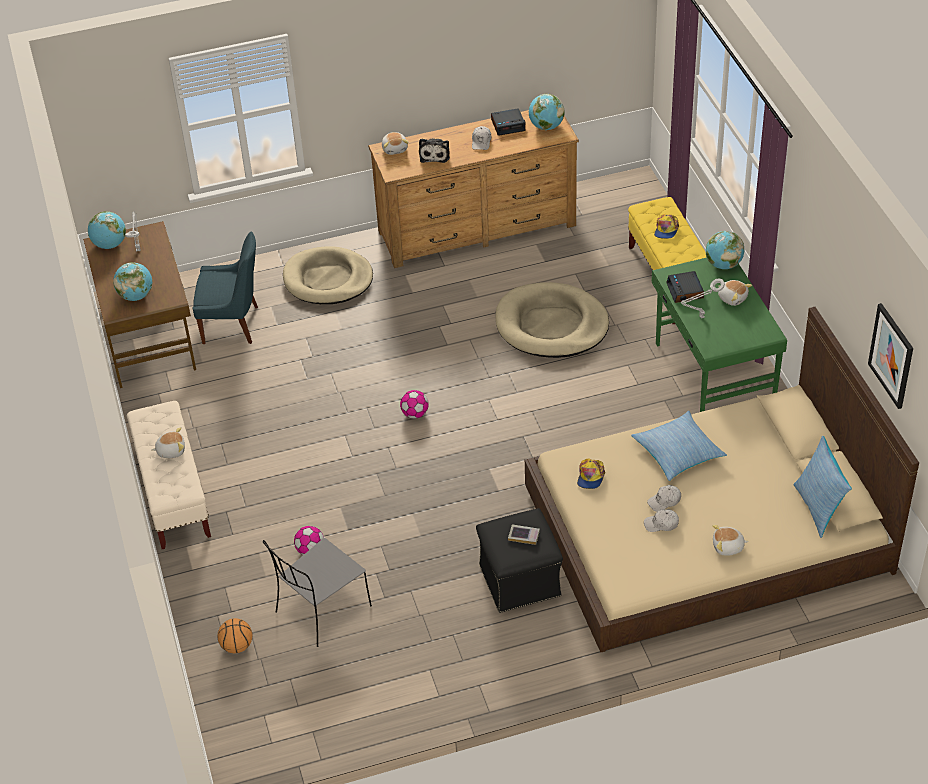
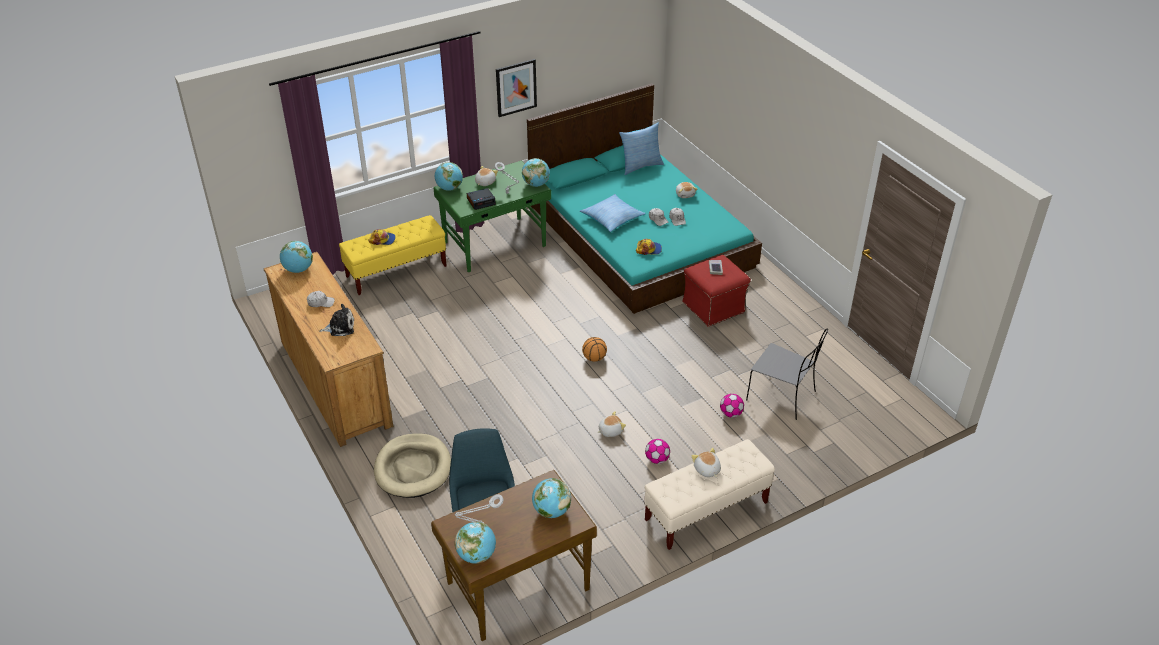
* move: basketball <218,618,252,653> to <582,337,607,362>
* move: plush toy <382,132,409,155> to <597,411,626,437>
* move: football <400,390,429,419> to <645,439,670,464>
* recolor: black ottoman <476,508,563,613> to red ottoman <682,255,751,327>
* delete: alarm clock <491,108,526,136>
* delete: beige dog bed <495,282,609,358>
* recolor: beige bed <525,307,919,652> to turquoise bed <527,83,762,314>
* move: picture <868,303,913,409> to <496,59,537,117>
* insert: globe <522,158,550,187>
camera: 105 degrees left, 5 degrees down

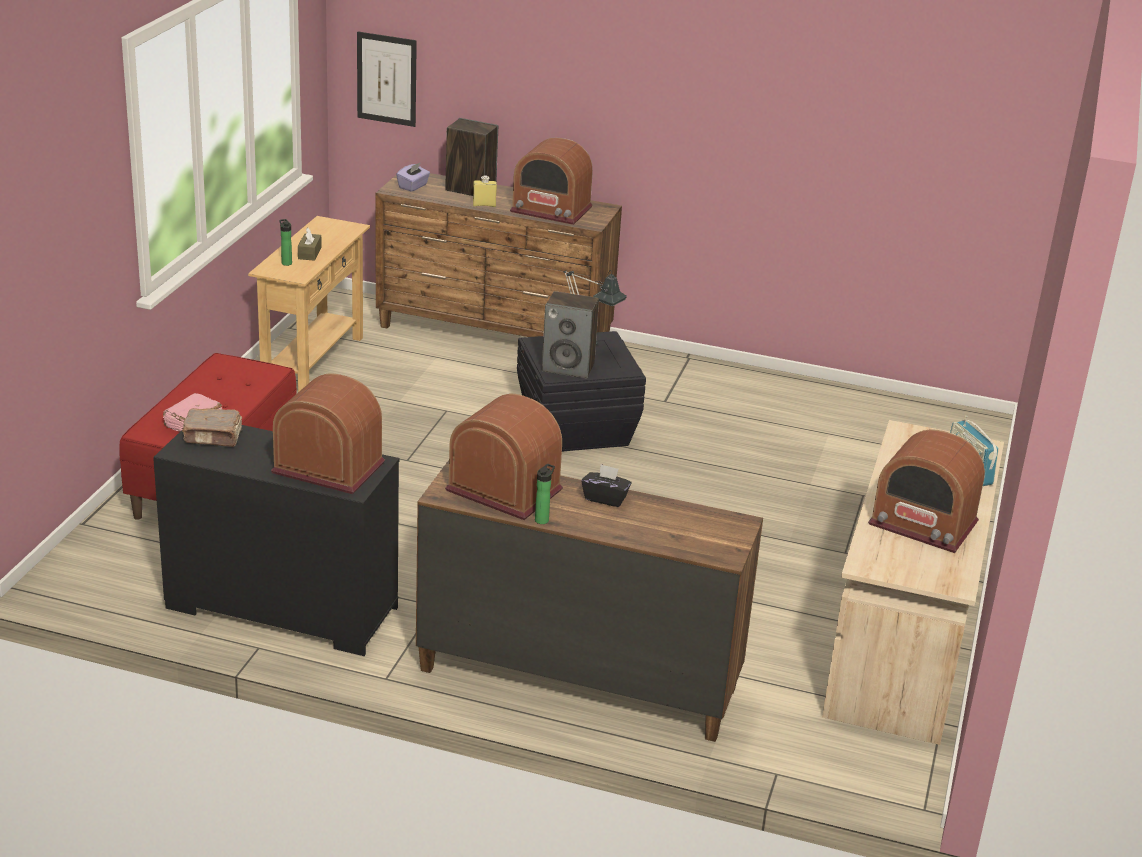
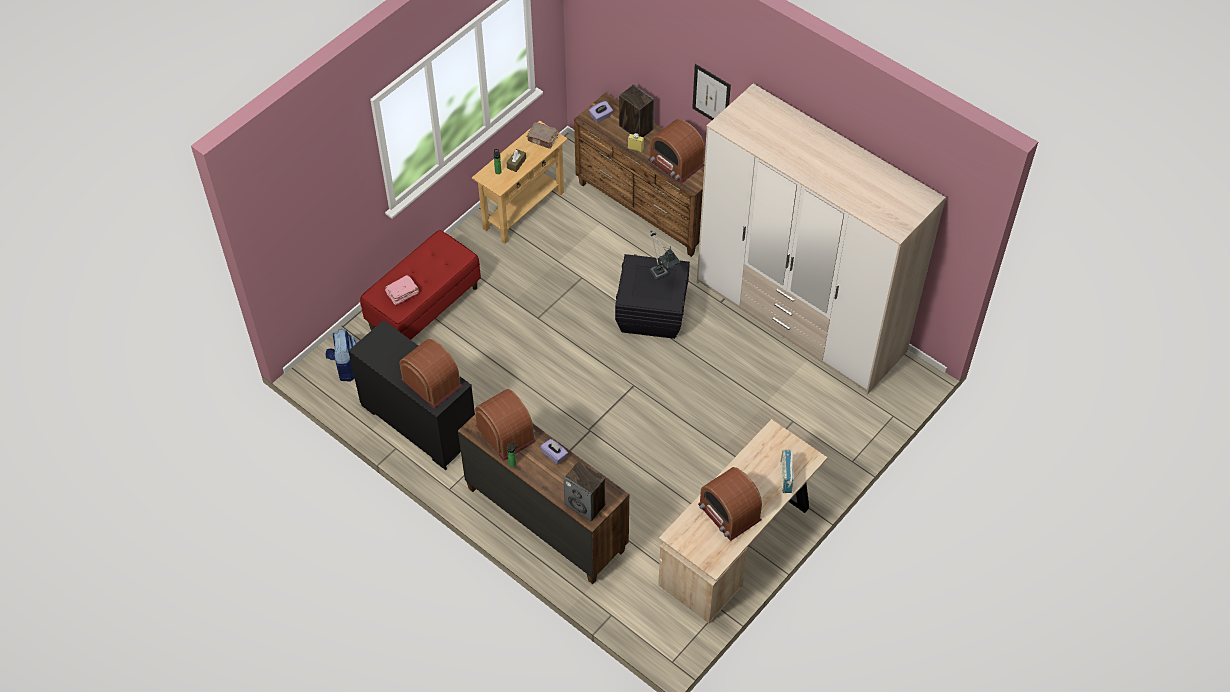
* move: brown book <182,408,242,447> to <526,122,558,149>
* move: picture <357,31,417,127> to <692,64,731,120>
* move: speaker <542,291,599,379> to <564,461,605,522>
* recolor: black tissue box <581,464,632,507> to purple tissue box <540,439,568,464>
* insert: backpack <325,329,357,382>
* insert: wardrobe <697,84,946,395>
camera: 25 degrees right, 25 degrees up

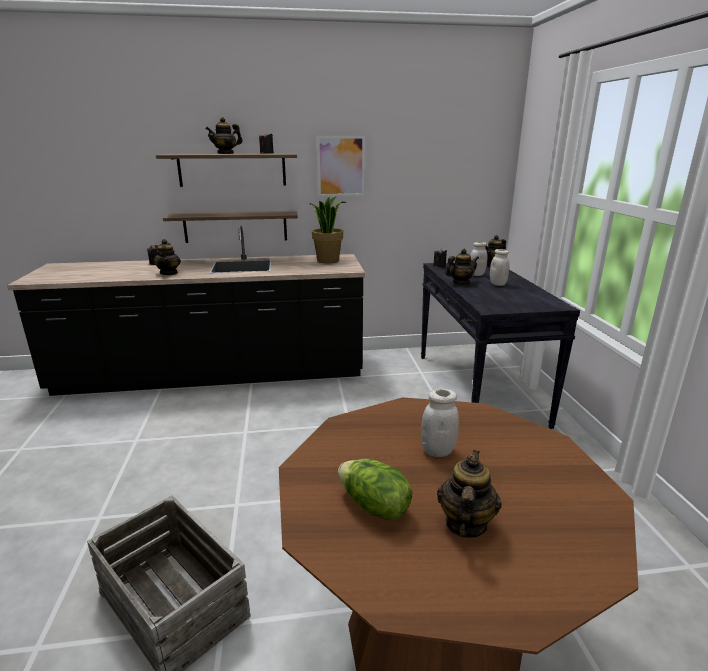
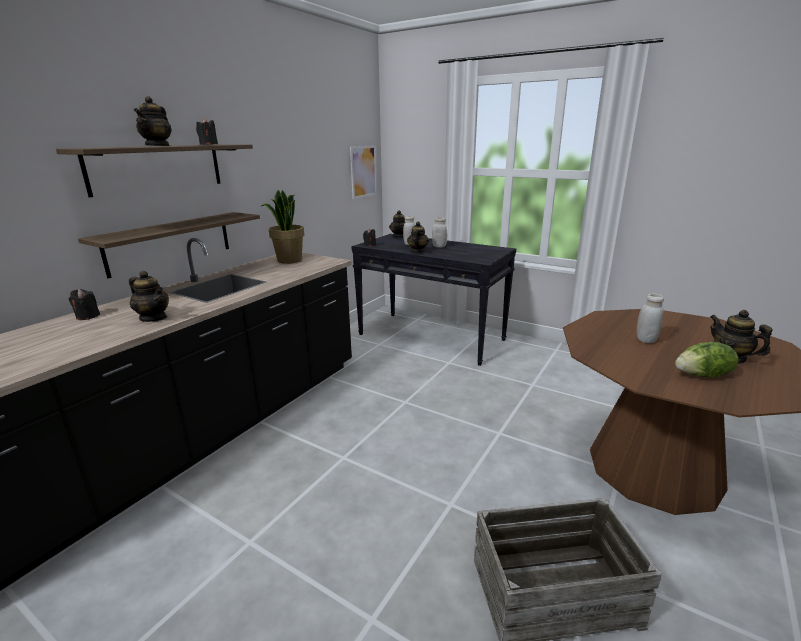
* move: picture <317,136,365,197> to <350,145,377,199>
camera: 50 degrees left, 0 degrees up

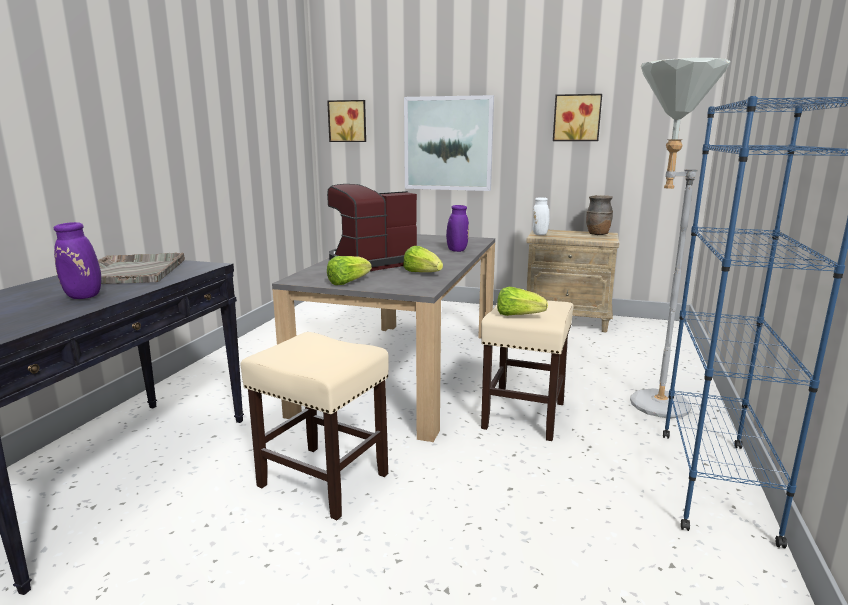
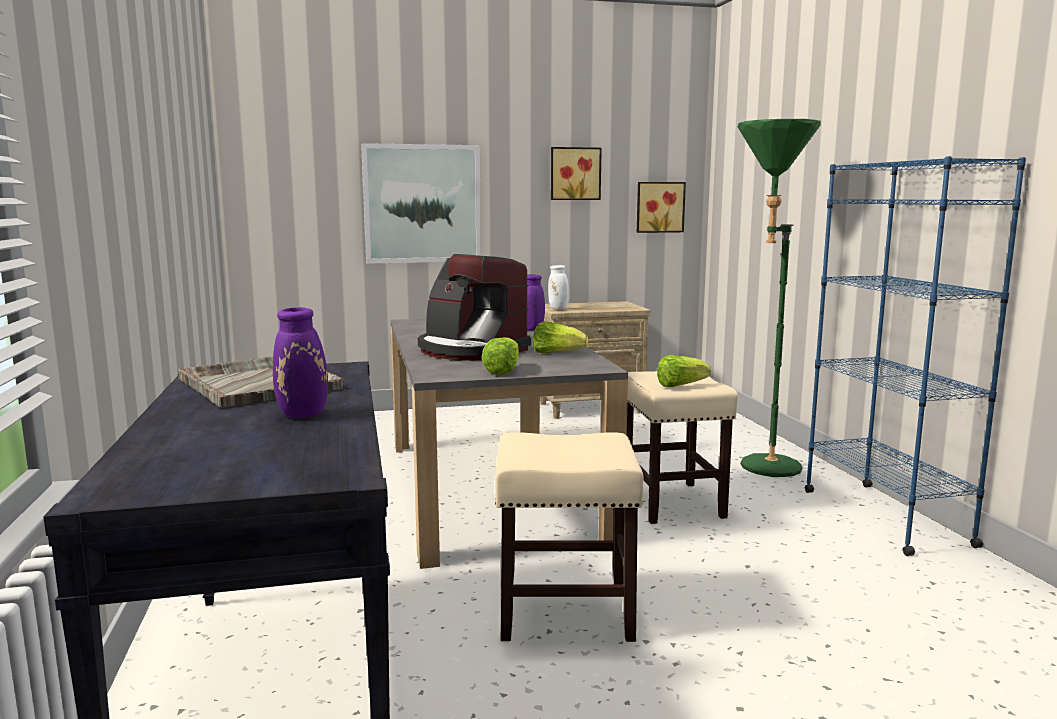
* move: picture <327,100,366,142> to <637,182,686,233>
* rotate: coffee machine <327,184,417,271> = <418,254,531,361> 75 degrees counterclockwise
* delete: brown vase <586,195,613,235>
* recolor: grey floor lamp <630,58,731,418> to green floor lamp <738,119,821,477>
camera: 30 degrees left, 5 degrees down

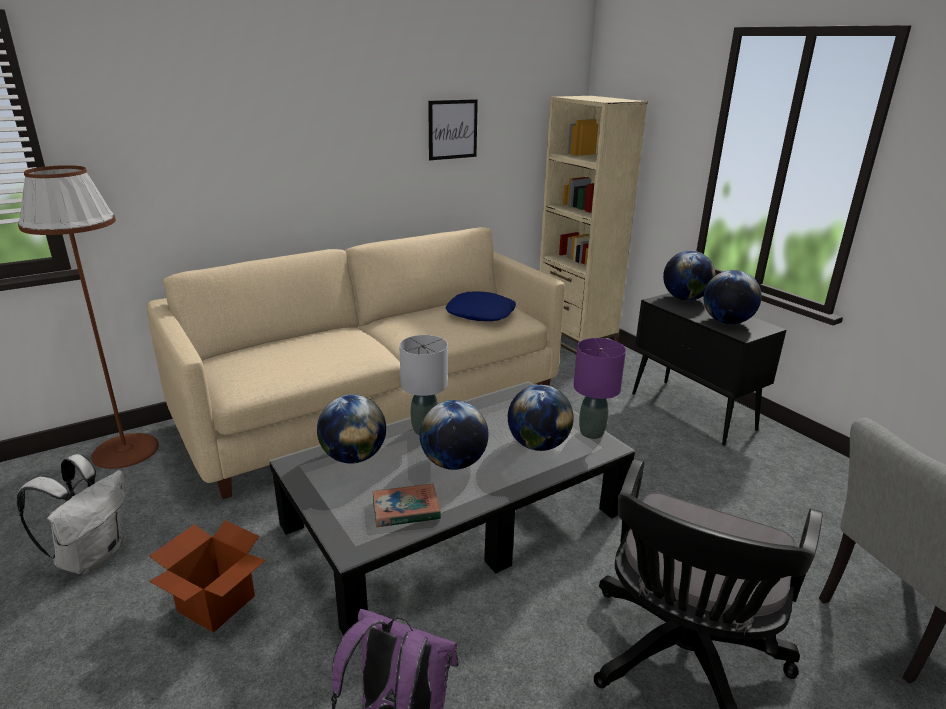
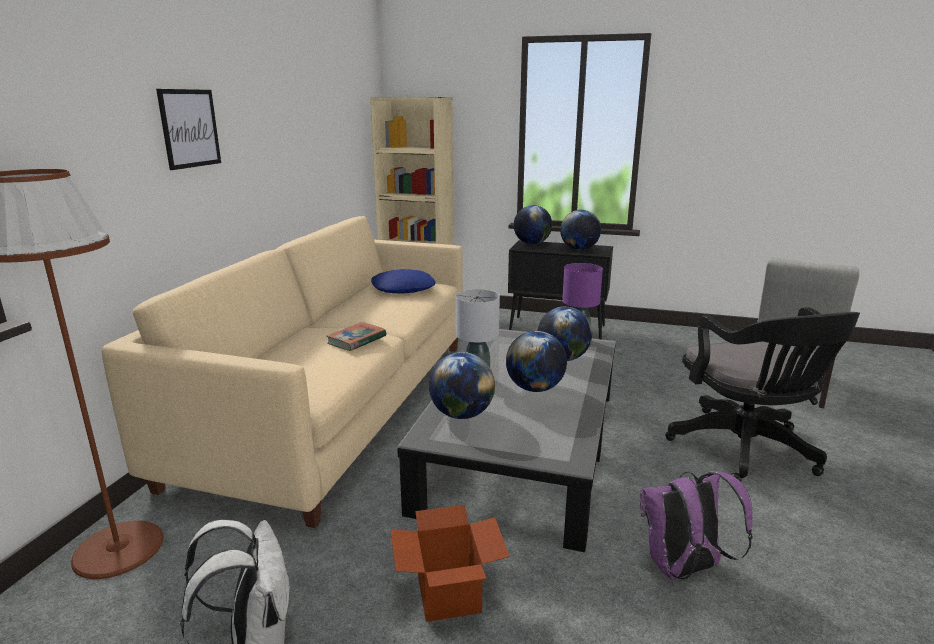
* move: book <373,483,441,527> to <326,322,386,351>
* move: picture <428,99,478,160> to <156,89,221,170>
camera: 40 degrees left, 5 degrees down

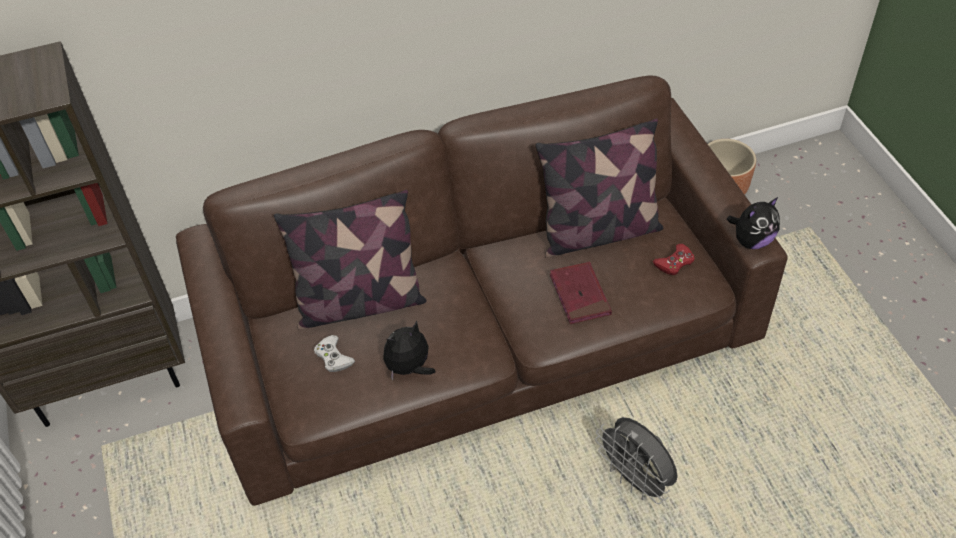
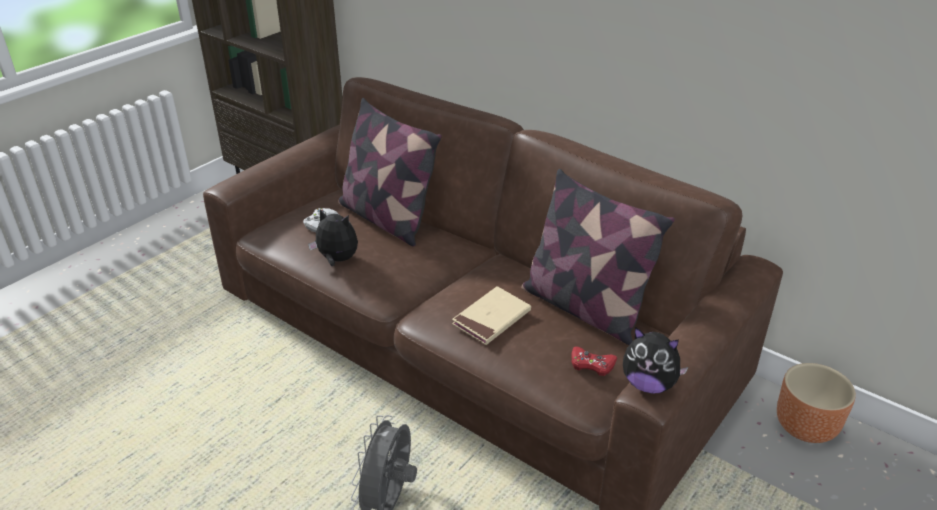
* recolor: red book <550,262,612,324> to beige book <452,286,531,345>
camera: 55 degrees right, 15 degrees down

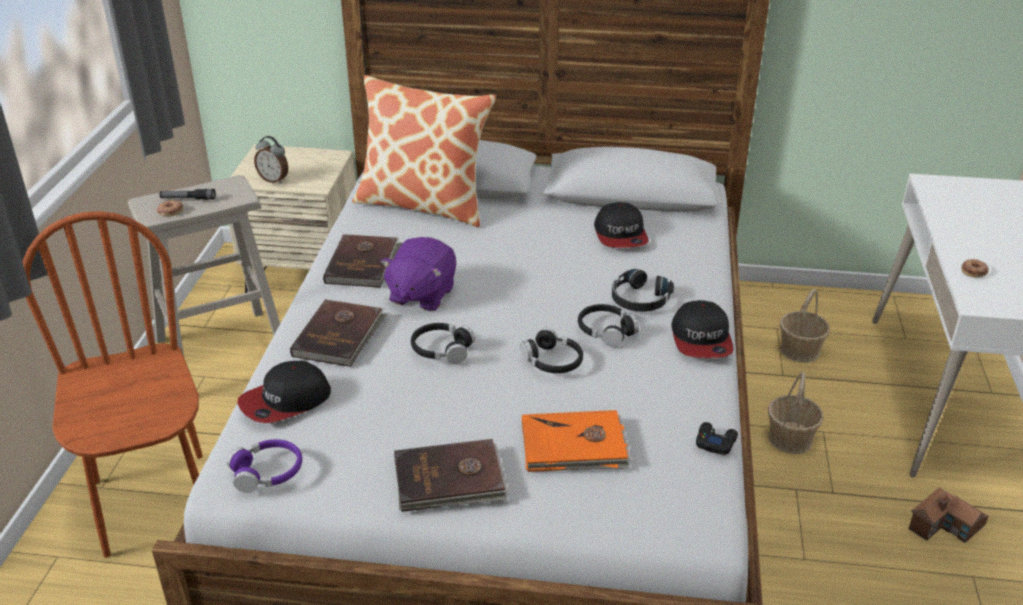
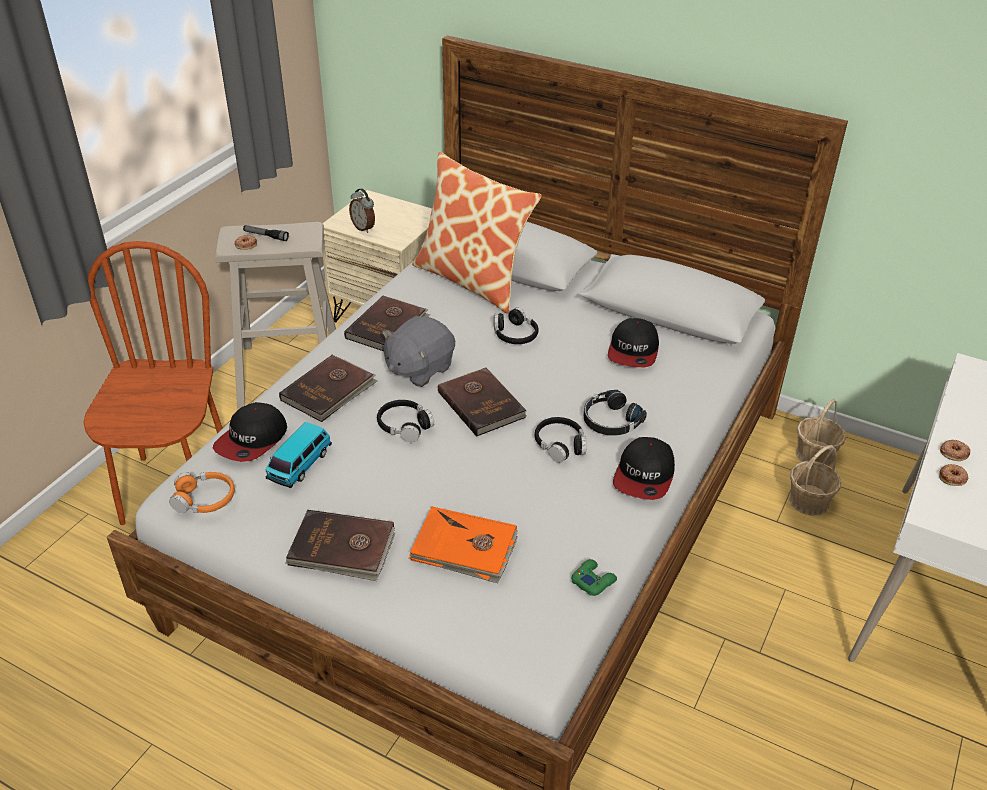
* recolor: purple headphones <227,439,302,493> to orange headphones <169,472,235,513>
* rotate: cap <237,361,331,423> = <213,402,287,462> 45 degrees counterclockwise
* recolor: purple plush toy <380,237,457,311> to grey plush toy <382,316,455,387>
* move: black headphones <520,328,583,373> to <494,307,539,344>
* recolor: black game controller <696,422,738,455> to green game controller <572,559,617,596>
* move: basket <768,372,824,454> to <796,399,846,466>
* delete: toy house <909,487,988,543>
* insert: toy car <265,422,332,488>
* insert: brown book <438,367,527,437>
* insert: donut <940,440,970,461>
camera: 20 degrees right, 5 degrees up

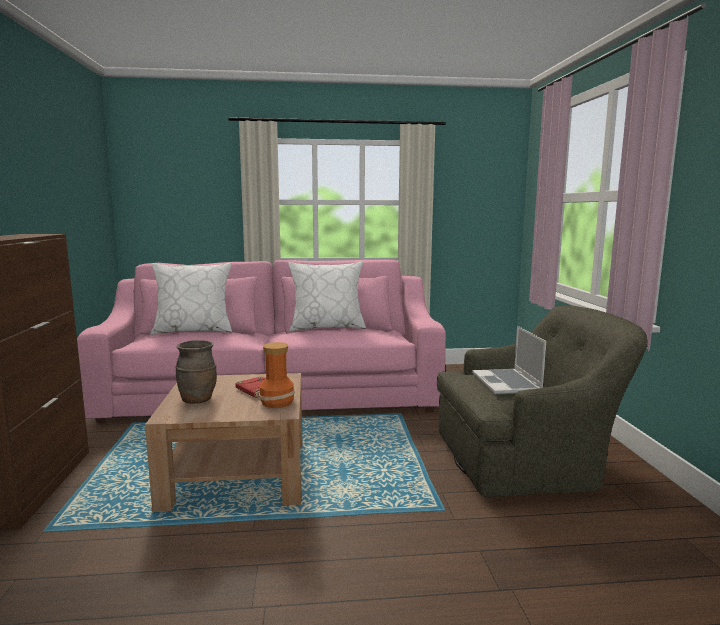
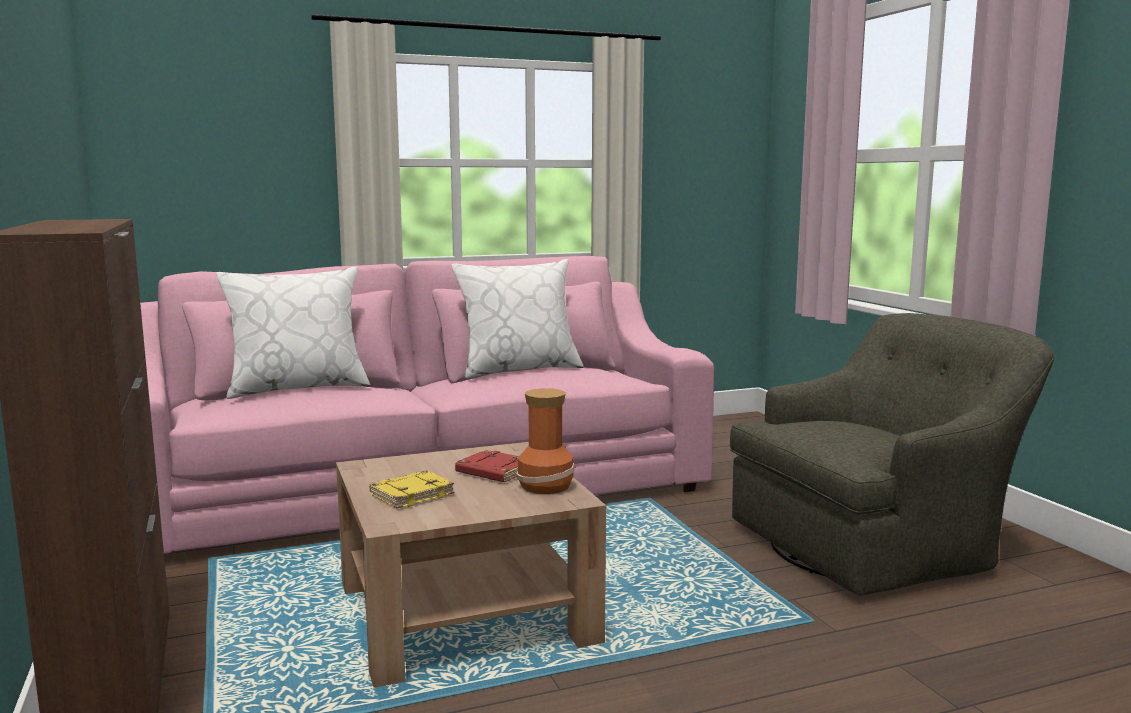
* replace: brown vase <175,340,217,404> to yellow book <369,471,454,508>
* delete: laptop <472,326,546,395>
camera: 15 degrees left, 0 degrees up

